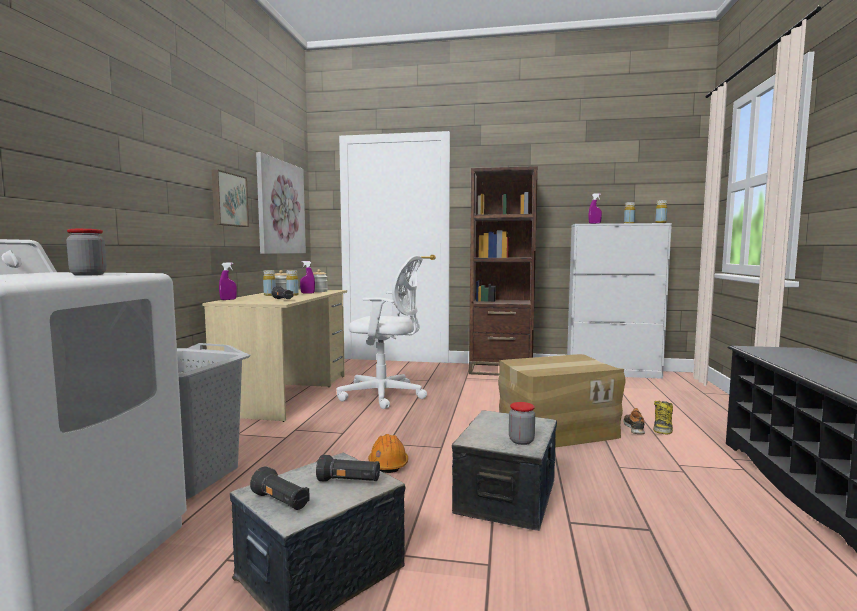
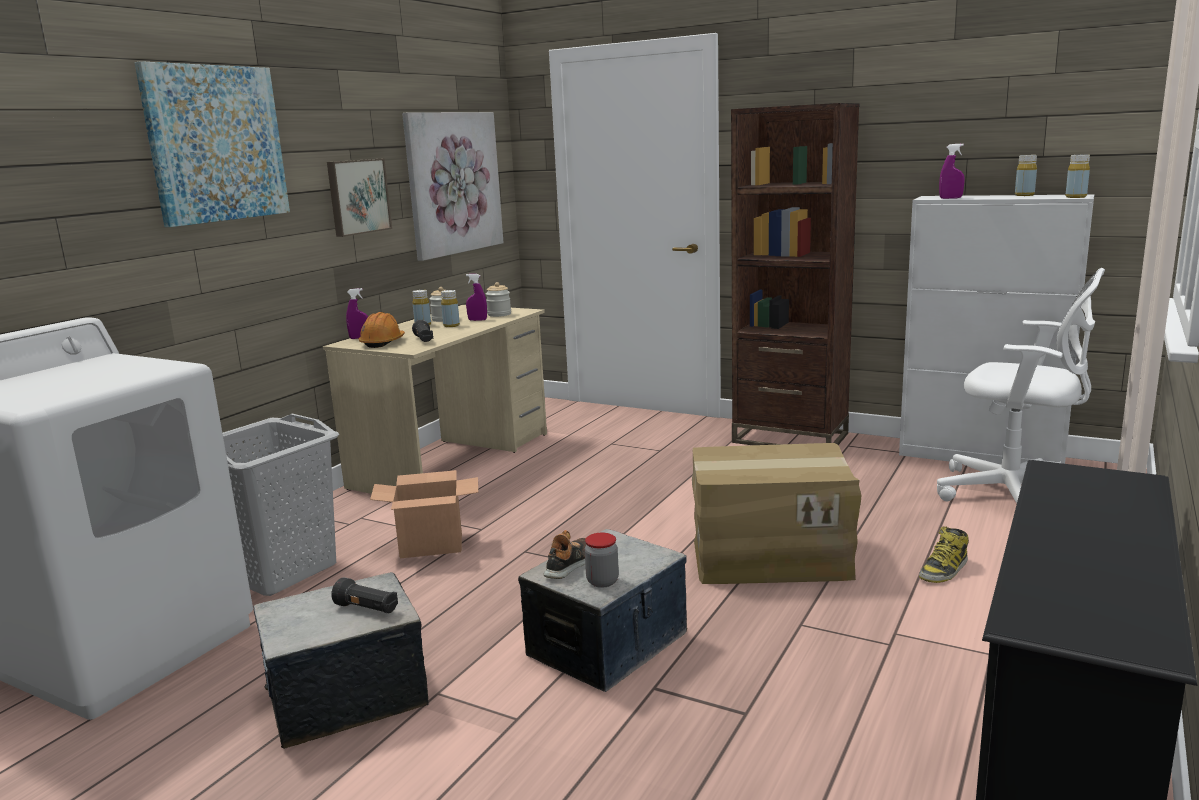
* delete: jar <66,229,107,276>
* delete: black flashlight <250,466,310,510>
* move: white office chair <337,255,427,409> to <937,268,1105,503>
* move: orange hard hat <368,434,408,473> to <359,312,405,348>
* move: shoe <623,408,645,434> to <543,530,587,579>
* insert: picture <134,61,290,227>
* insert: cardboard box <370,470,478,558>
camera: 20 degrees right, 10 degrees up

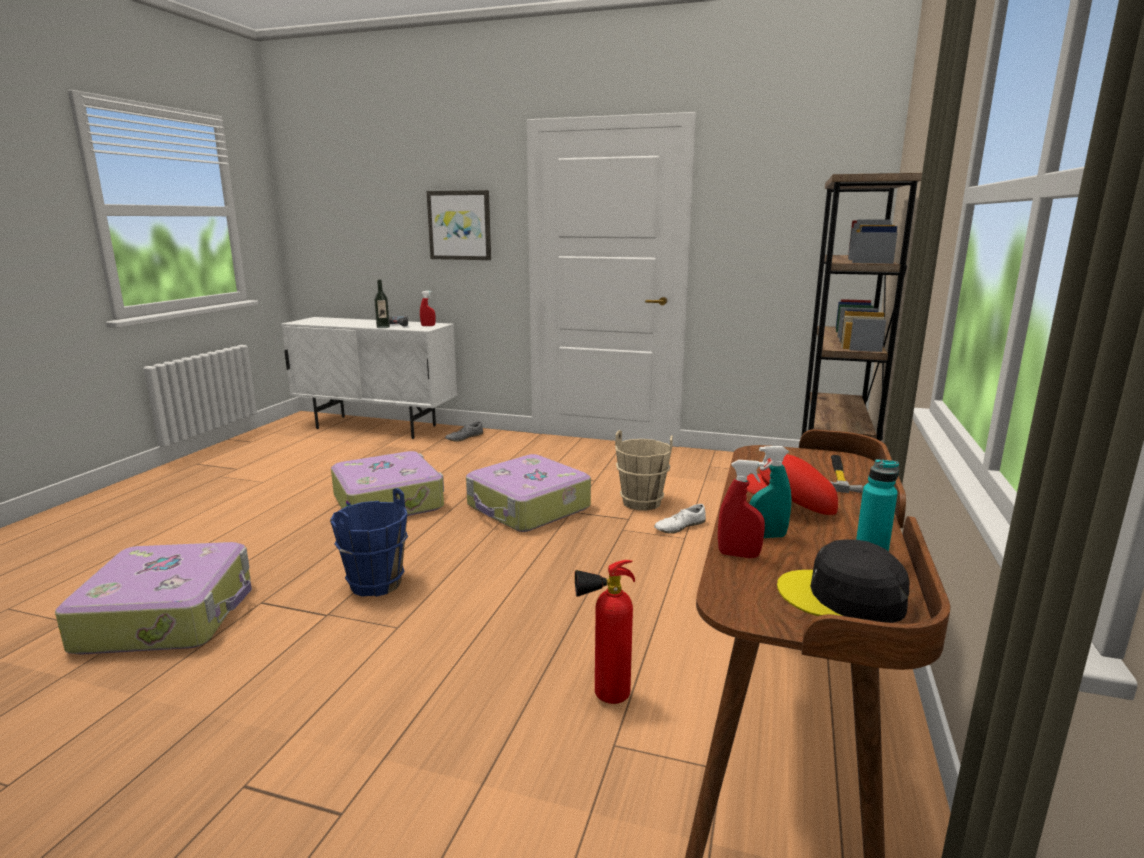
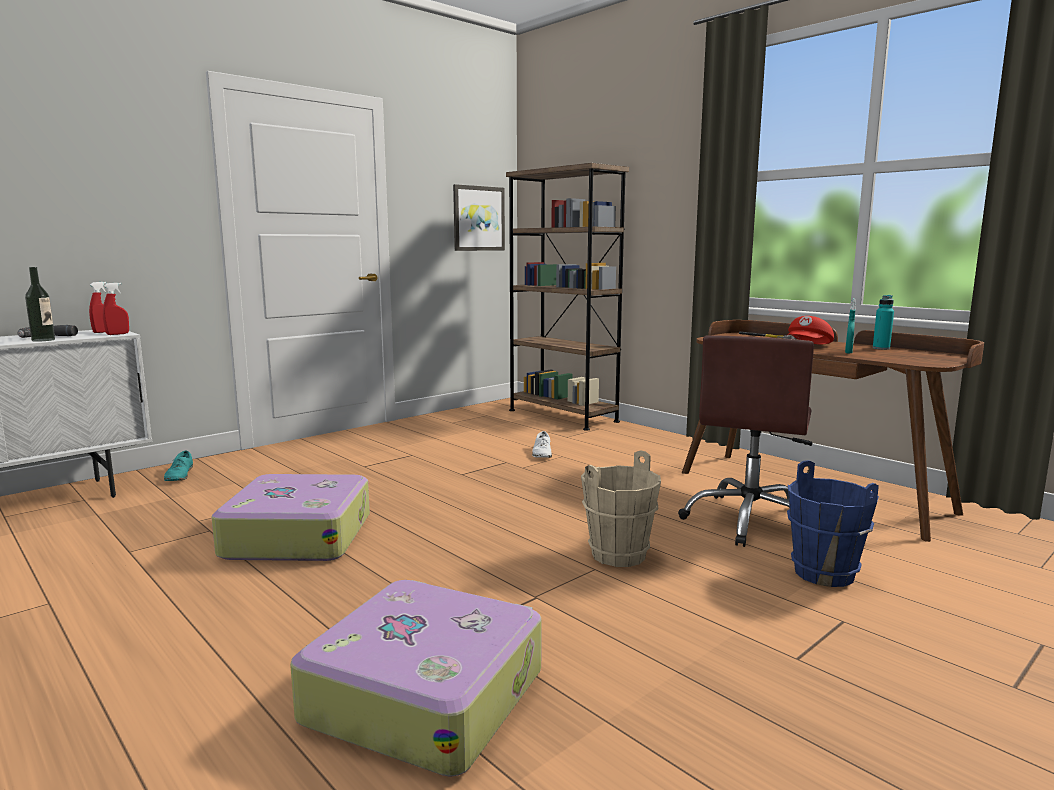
* move: blue bucket <330,488,408,597> to <787,460,879,587>
* move: picture <427,190,491,260> to <453,184,505,251>
* recolor: grey shoe <445,421,483,441> to turquoise shoe <164,451,193,481>
* delete: suitcase <466,454,591,532>
* replace: fire extinguisher <575,560,635,704> to brown office chair <678,335,814,547>
* move: beige bucket <615,430,673,511> to <581,450,661,567>
* move: red spray bottle <718,460,765,558> to <103,283,129,335>
* delete: black cap <777,539,910,623>
camera: 60 degrees left, 5 degrees down

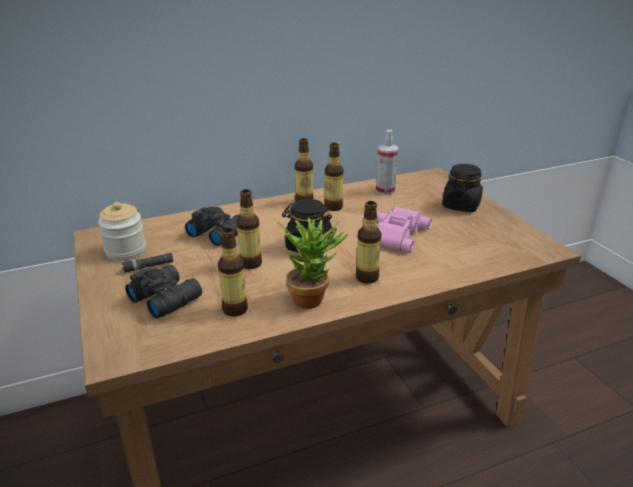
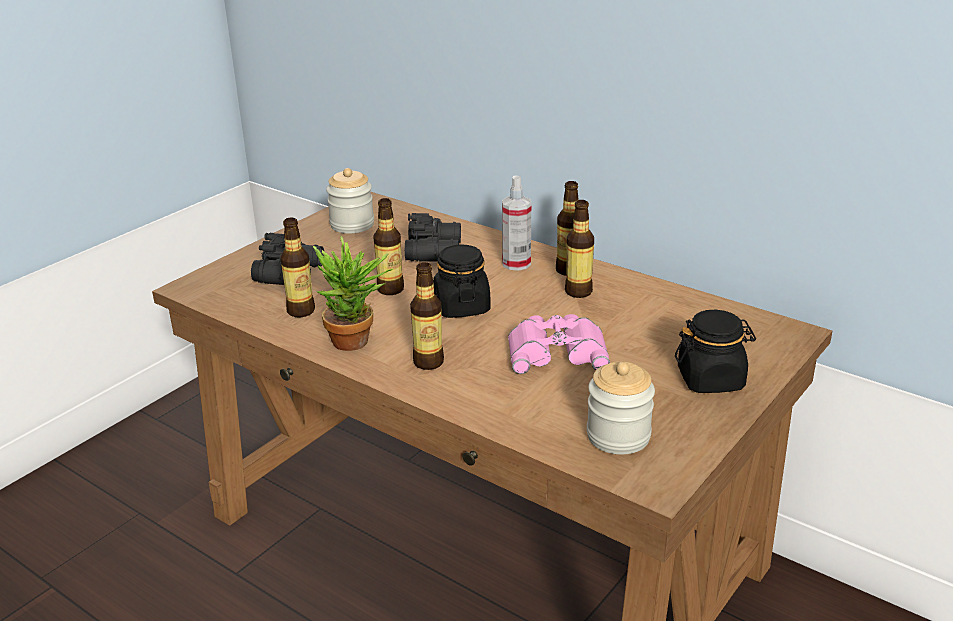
* delete: black flashlight <122,253,173,273>
* move: spray bottle <376,130,398,195> to <502,176,531,271>
* insert: jar <587,362,655,455>
camera: 60 degrees right, 0 degrees up

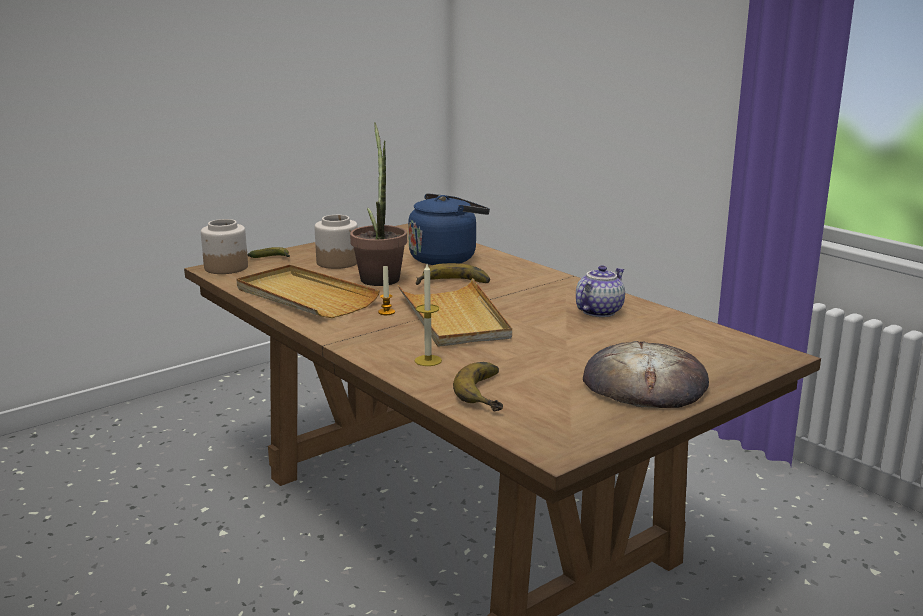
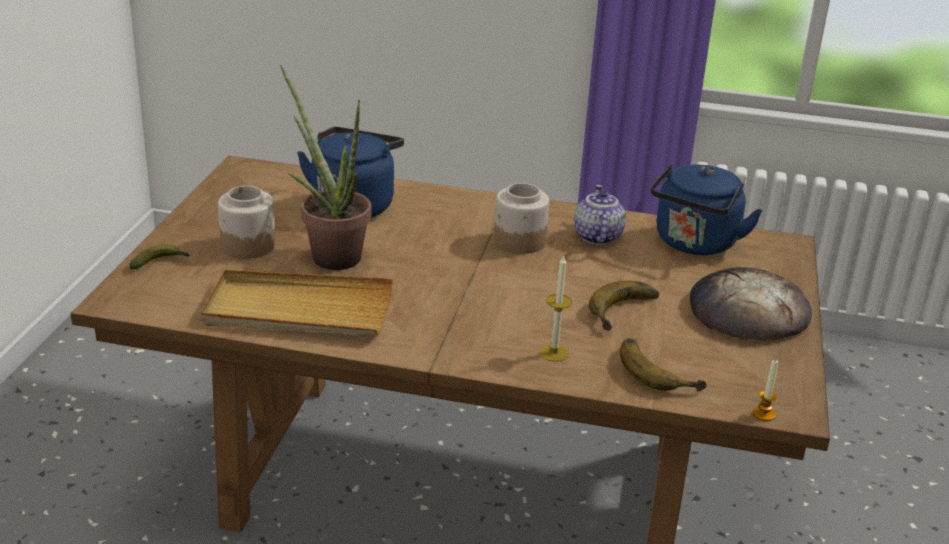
* move: jar <201,219,248,274> to <494,183,549,254>
* move: candle <378,265,395,315> to <753,359,778,421>
* delete: beige tray <398,278,512,347>
* move: banana <416,263,490,285> to <589,281,659,330>
* insert: blue kettle <651,163,763,255>
camera: 40 degrees left, 10 degrees up

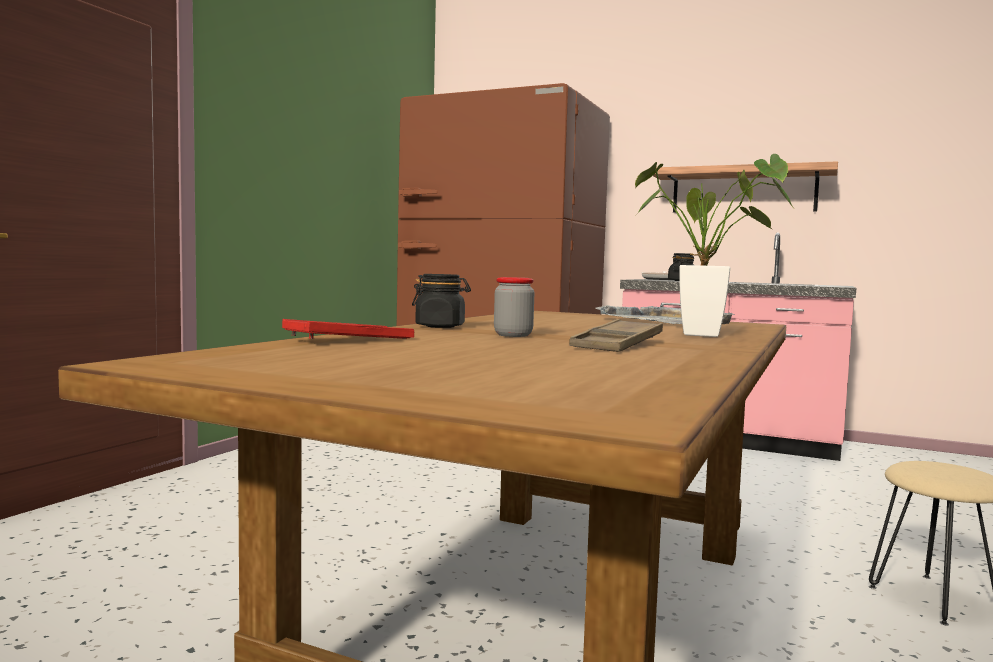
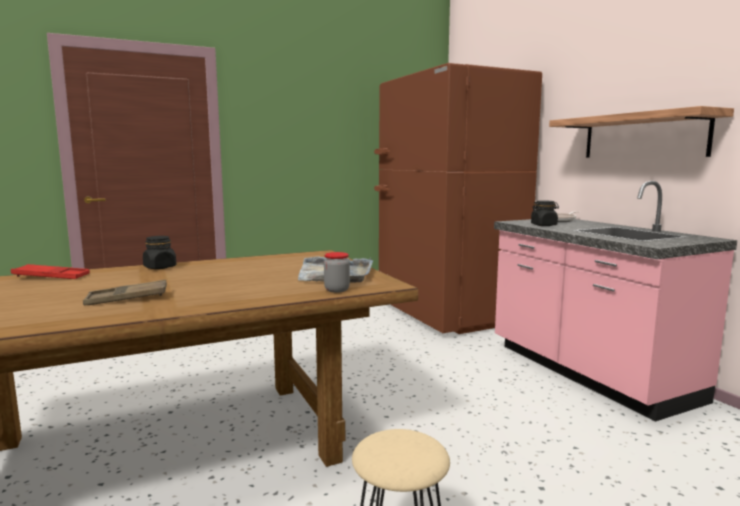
* move: jar <494,277,535,337> to <324,252,350,293>
* delete: potted plant <635,154,793,337>
camera: 40 degrees right, 5 degrees up

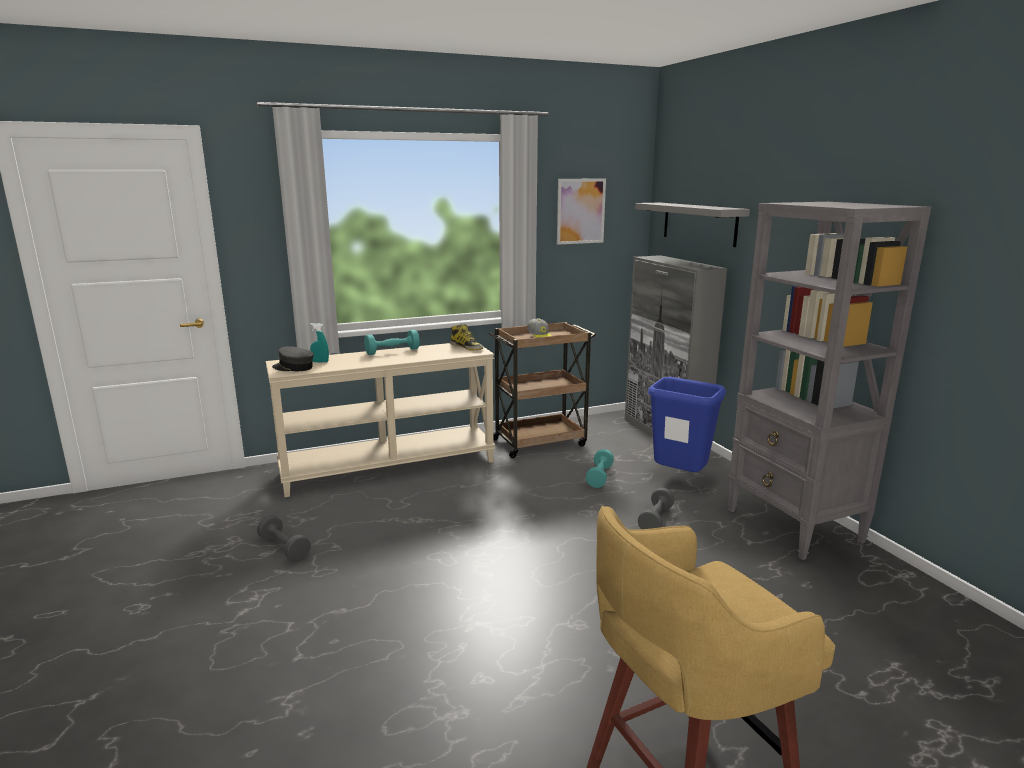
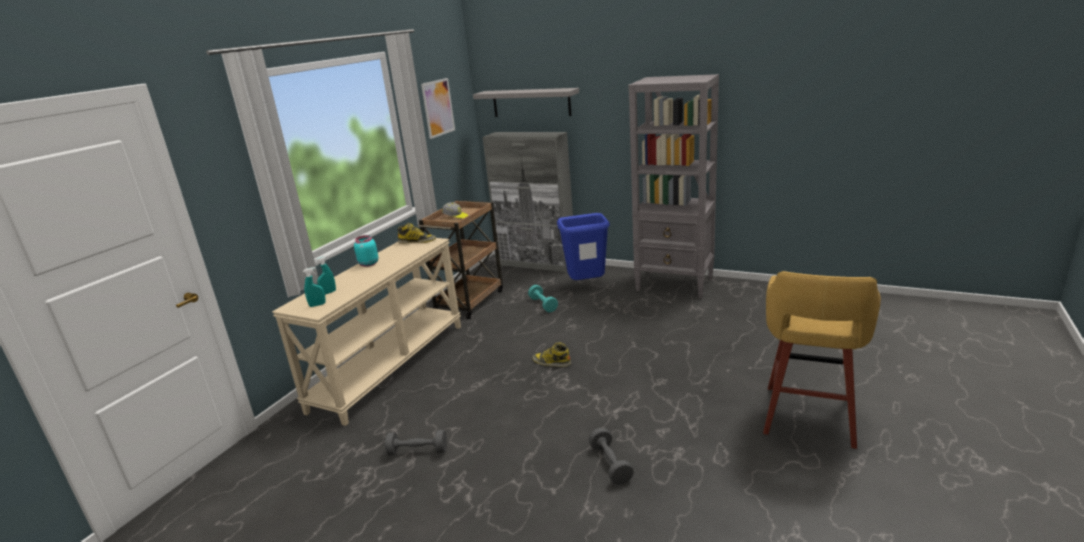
* replace: grey cap <272,346,314,371> to turquoise spray bottle <303,267,326,307>
* replace: turquoise dumbbell <364,330,420,355> to turquoise jar <354,235,378,267>
* move: grey dumbbell <638,488,675,529> to <589,428,634,485>
* insert: boot <532,342,571,367>
camera: 40 degrees left, 5 degrees up

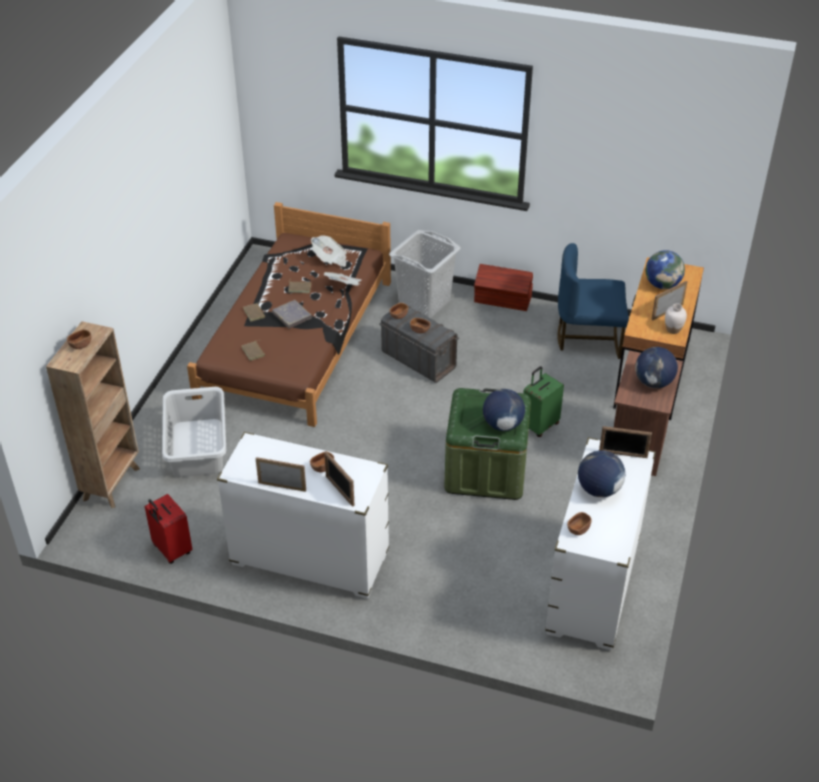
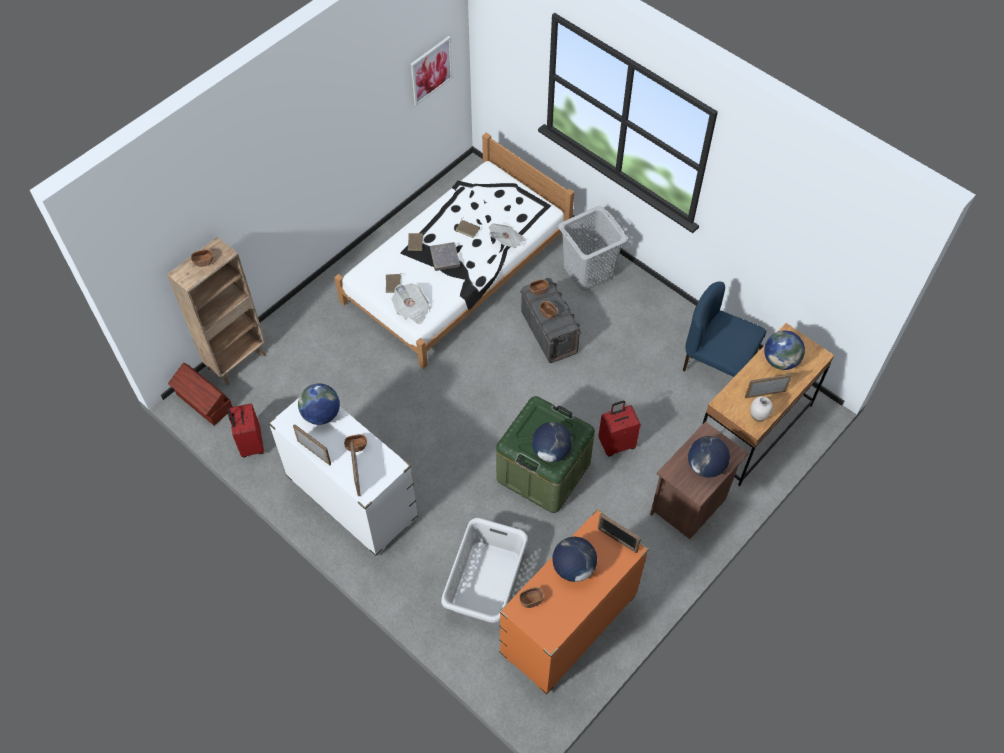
* move: grey laundry basket <162,387,226,477> to <441,518,528,623>
* recolor: brown bed <187,202,391,427> to white bed <334,132,574,369>
* move: newspaper <311,235,347,267> to <392,283,431,324>
* move: brown storage box <474,264,533,311> to <168,363,233,425>
* recolor: green suitcase <523,366,564,437> to red suitcase <598,401,641,456>
* recolor: white dresser <545,437,656,650> to orange dresser <499,509,649,694>
* insert: globe <298,384,340,425>
* insert: picture <410,36,453,106>
camera: 25 degrees right, 15 degrees up

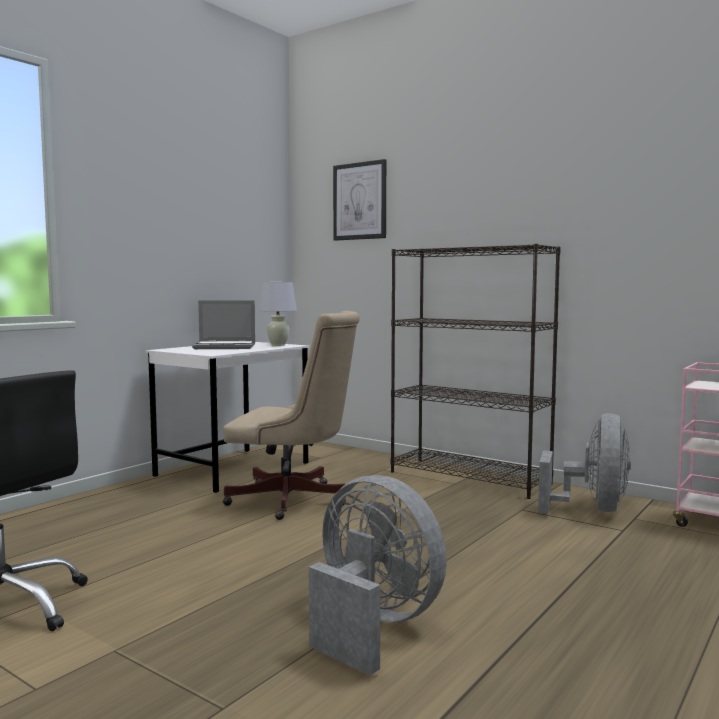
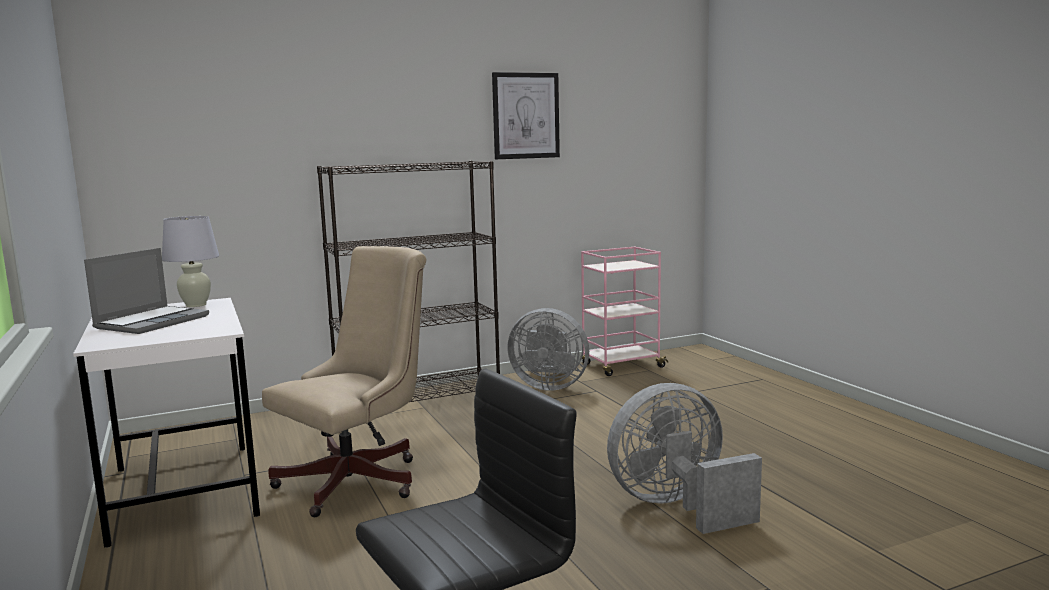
* move: picture <333,159,386,241> to <492,72,560,159>
* rotate: grey fan <538,413,631,514> = <507,308,589,391> 150 degrees clockwise
camera: 60 degrees left, 5 degrees up

